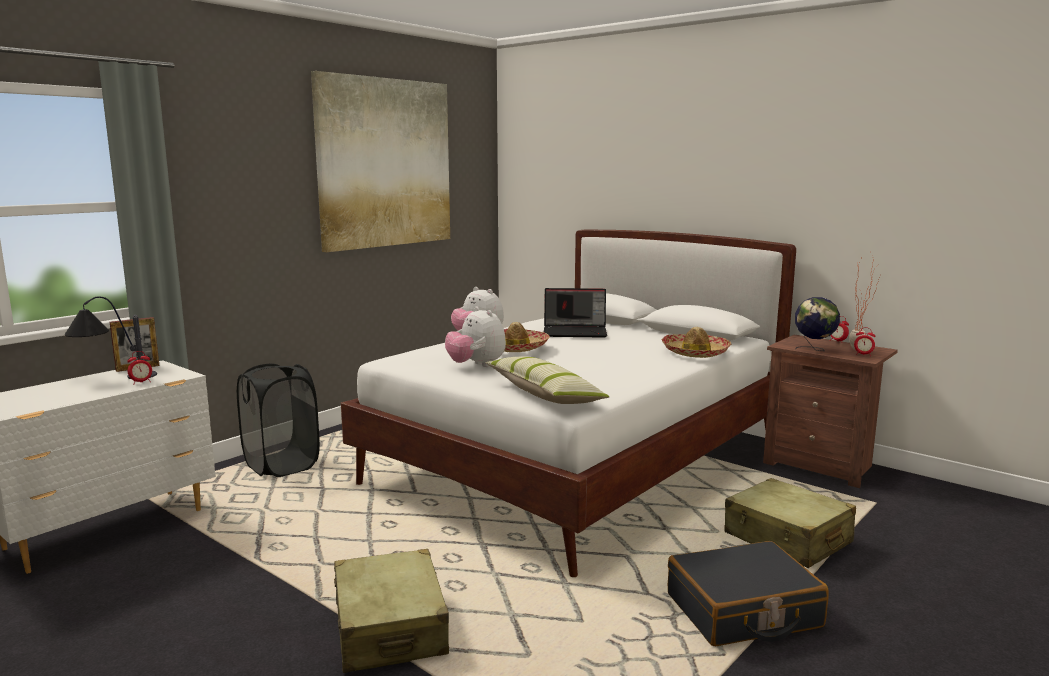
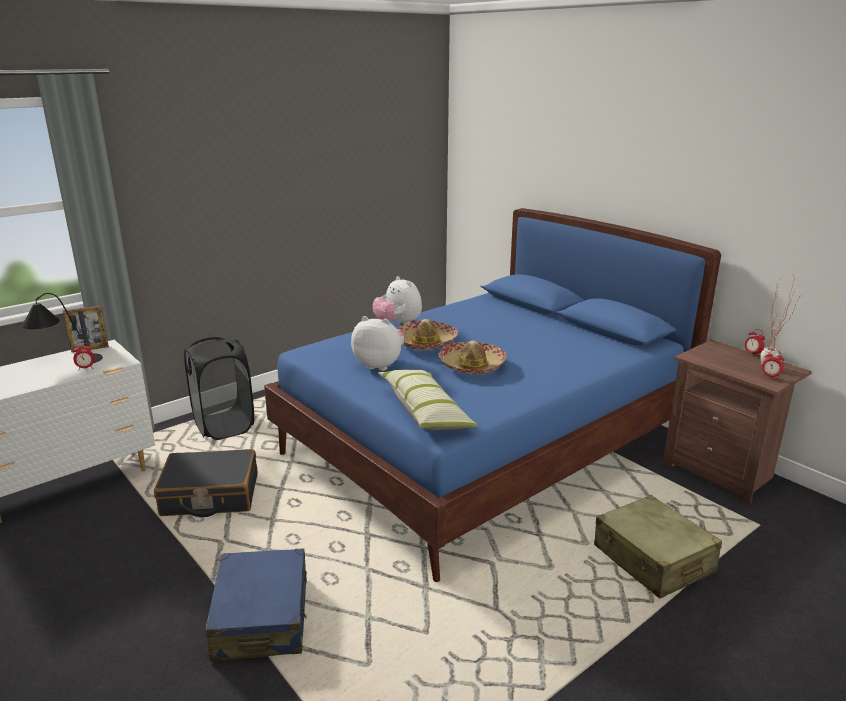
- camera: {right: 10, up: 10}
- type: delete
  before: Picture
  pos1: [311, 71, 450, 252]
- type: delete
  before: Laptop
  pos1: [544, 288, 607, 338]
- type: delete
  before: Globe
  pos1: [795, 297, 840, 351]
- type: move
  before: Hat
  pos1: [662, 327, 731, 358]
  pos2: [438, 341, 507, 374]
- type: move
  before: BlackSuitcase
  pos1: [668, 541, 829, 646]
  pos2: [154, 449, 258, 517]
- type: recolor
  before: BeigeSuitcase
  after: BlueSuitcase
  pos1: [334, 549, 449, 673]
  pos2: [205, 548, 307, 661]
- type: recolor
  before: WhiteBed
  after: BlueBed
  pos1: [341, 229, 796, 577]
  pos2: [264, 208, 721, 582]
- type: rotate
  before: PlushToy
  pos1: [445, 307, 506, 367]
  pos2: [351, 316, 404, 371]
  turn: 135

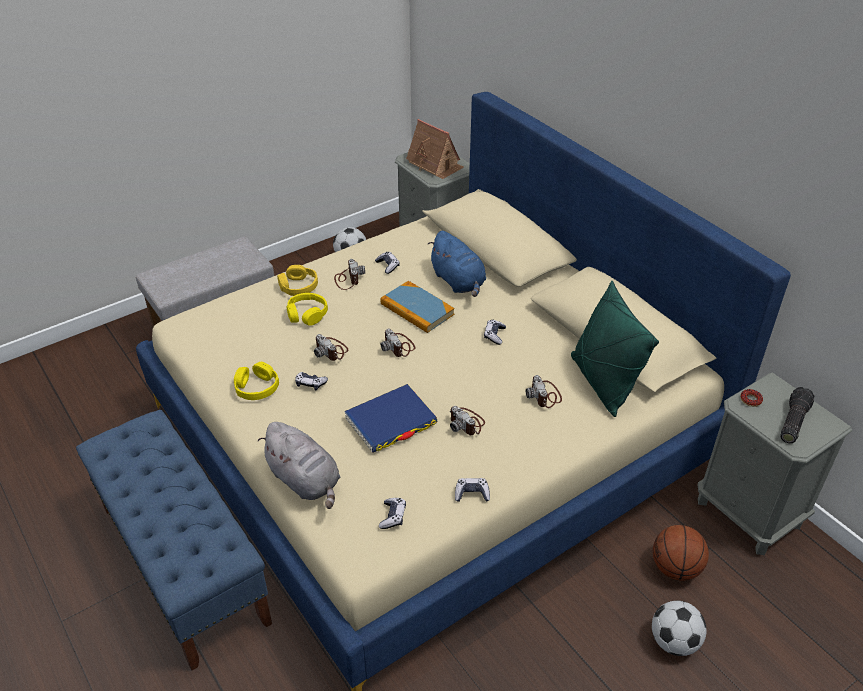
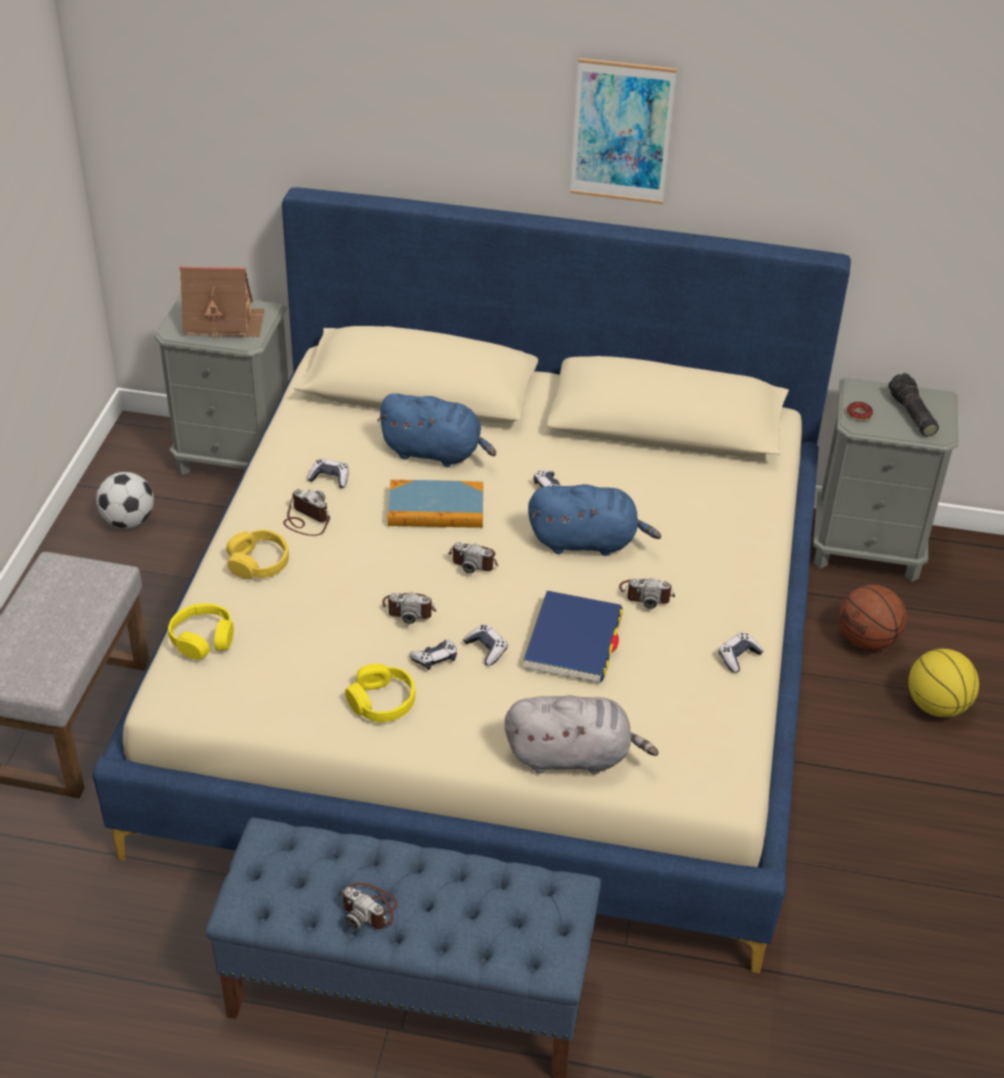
- camera: {right: -45, up: 0}
- type: delete
  before: GreenPillow
  pos1: [571, 281, 659, 417]
- type: insert
  after: BluePlushToy
  pos2: [528, 484, 661, 556]
- type: insert
  after: Picture
  pos2: [570, 58, 677, 204]
- type: move
  before: YellowHeadphones
  pos1: [286, 293, 328, 326]
  pos2: [168, 603, 234, 660]
- type: move
  before: GameController
  pos1: [379, 498, 406, 529]
  pos2: [463, 624, 508, 666]
- type: move
  before: PhotoCamera
  pos1: [526, 375, 562, 408]
  pos2: [340, 883, 398, 929]
- type: replace
  before: Football
  after: Basketball
  pos1: [652, 601, 707, 656]
  pos2: [908, 649, 979, 717]

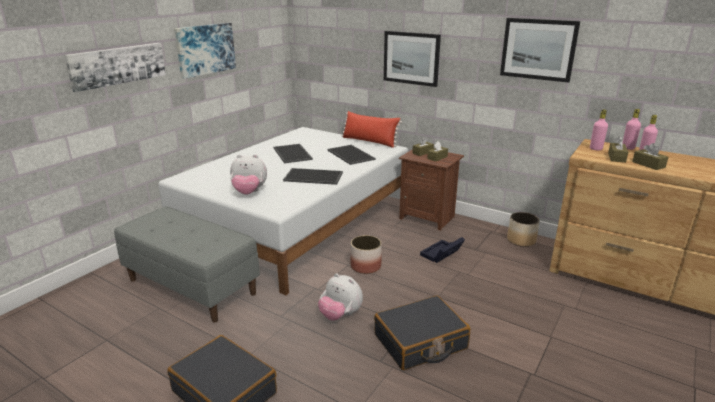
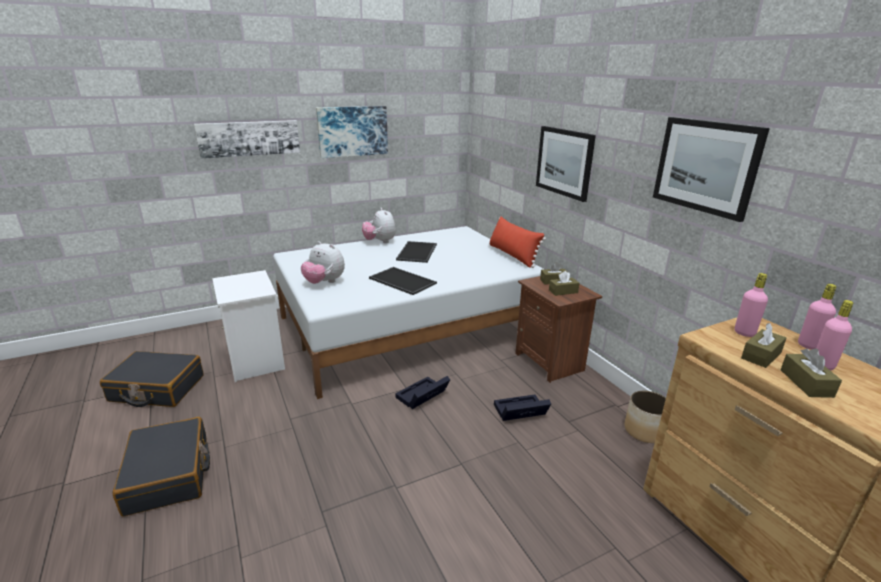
- camera: {right: 30, up: 0}
- type: delete
  before: Tray
  pos1: [327, 145, 375, 165]
- type: move
  before: PlushToy
  pos1: [318, 273, 363, 321]
  pos2: [362, 208, 396, 243]
- type: move
  before: BlackSuitcase
  pos1: [374, 296, 470, 370]
  pos2: [100, 351, 204, 407]
- type: replace
  before: GreyBench
  after: WhiteNightstand
  pos1: [114, 206, 260, 323]
  pos2: [212, 270, 285, 382]
- type: replace
  before: Planter
  after: BlackStorageBox
  pos1: [351, 235, 382, 274]
  pos2: [395, 376, 451, 409]

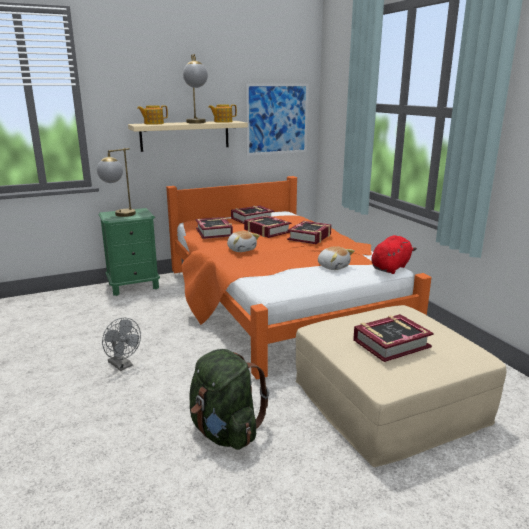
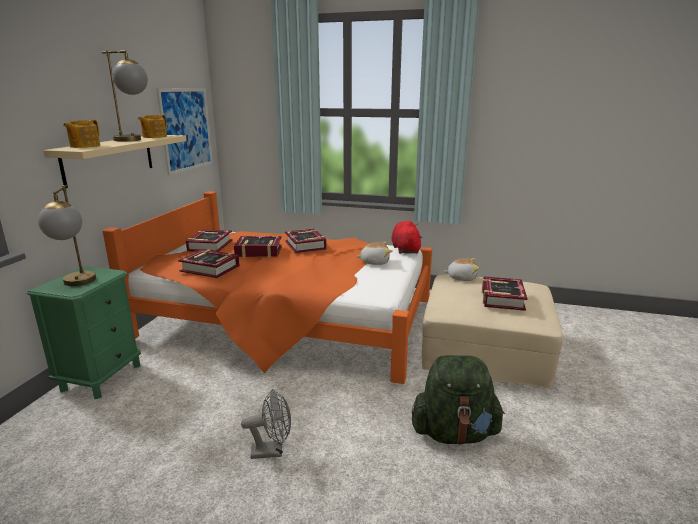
- camera: {right: -50, up: 0}
- type: move
  before: PlushToy
  pos1: [227, 231, 260, 252]
  pos2: [444, 258, 479, 281]

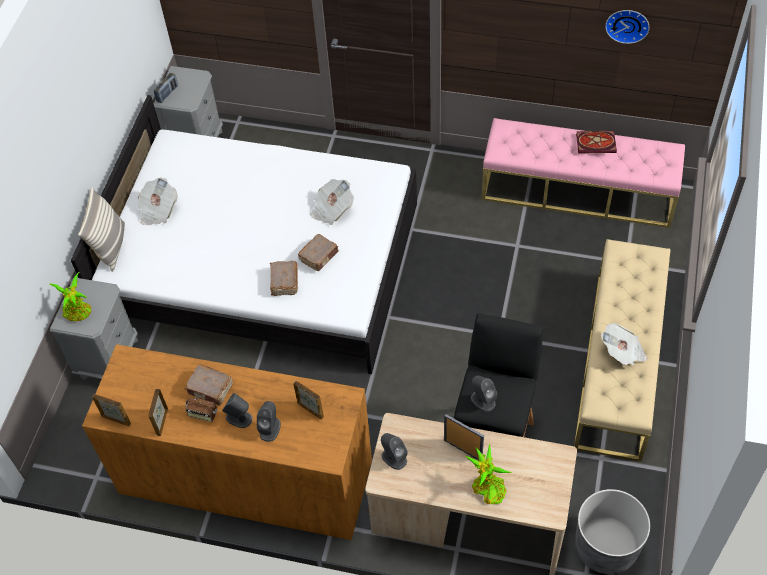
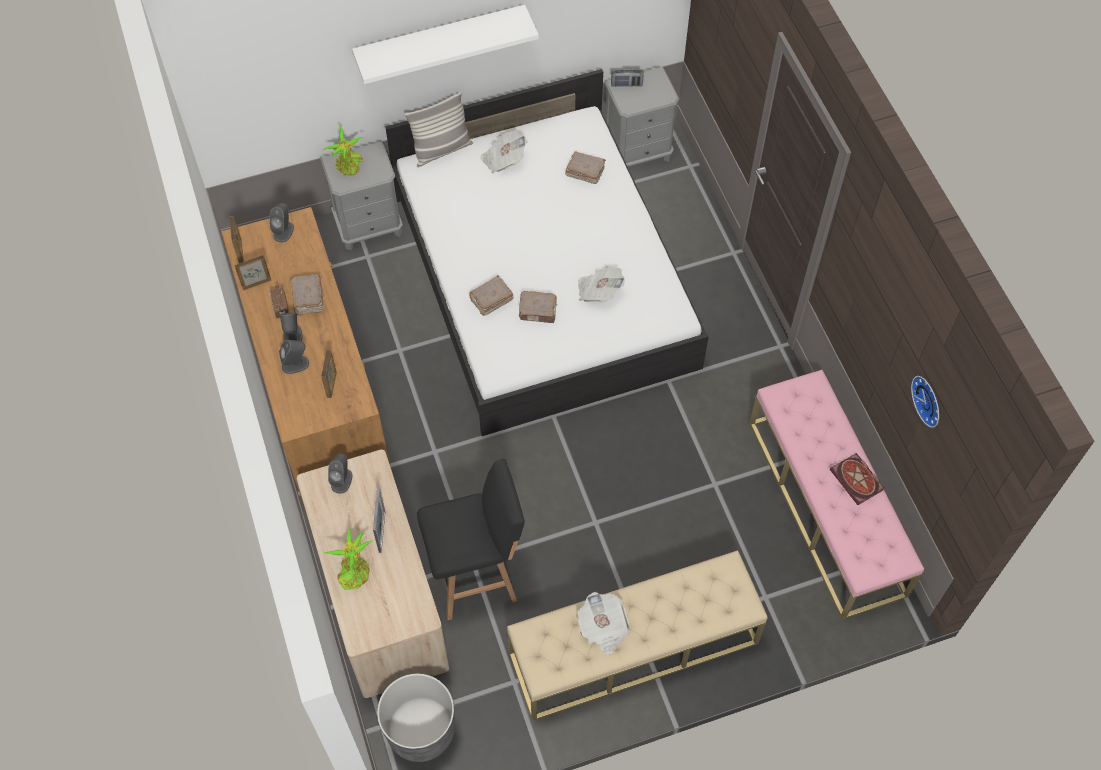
- camera: {right: 55, up: 5}
- type: insert
  after: WhiteShelf
  pos2: [352, 5, 539, 84]
- type: insert
  after: BrownBook
  pos2: [565, 151, 606, 184]
- type: move
  before: GreySpeaker
  pos1: [471, 375, 497, 412]
  pos2: [270, 203, 294, 242]

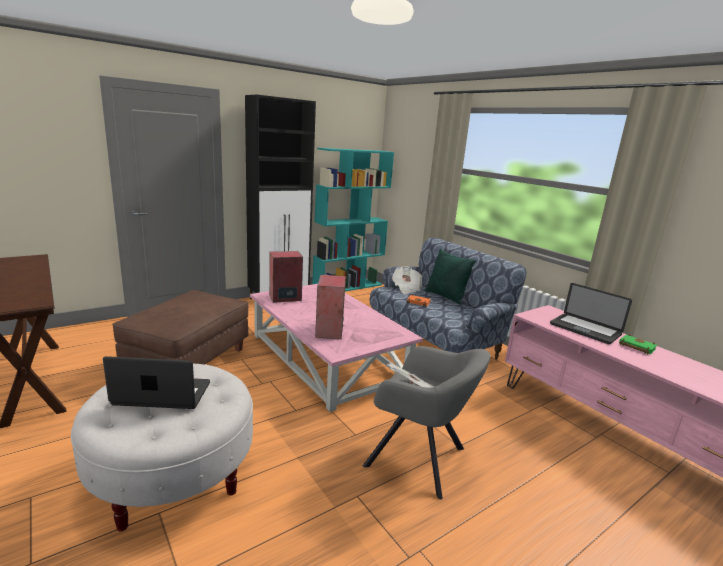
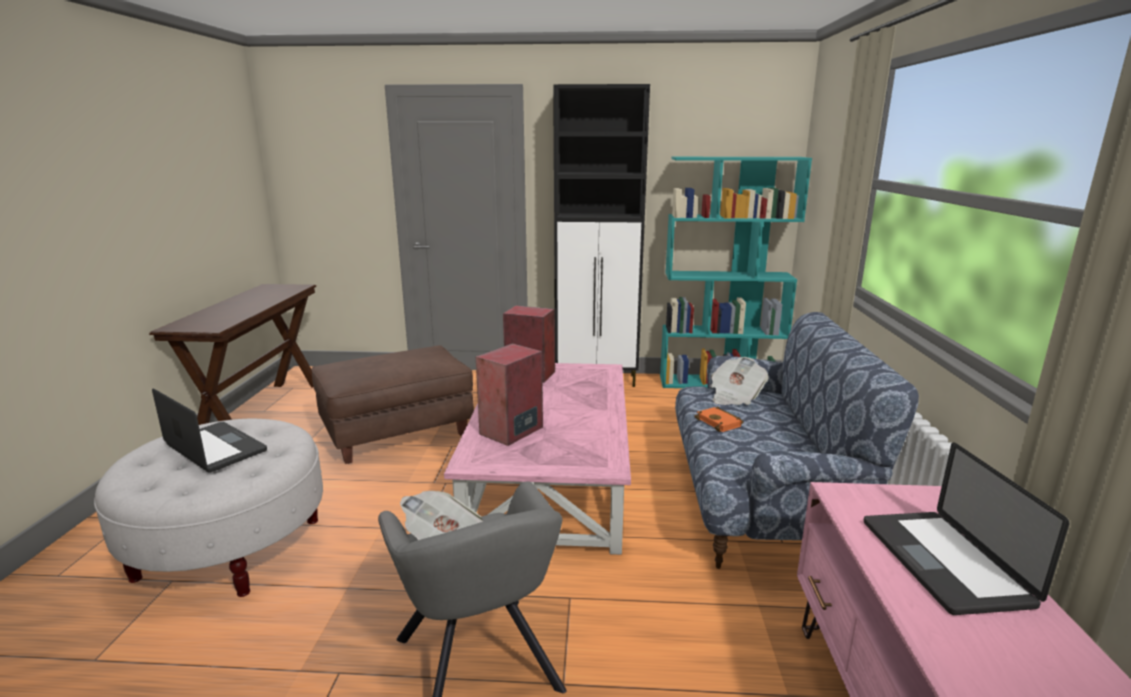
- camera: {right: 40, up: 0}
- type: delete
  before: GreenPillow
  pos1: [425, 249, 476, 304]
- type: delete
  before: GreenBook
  pos1: [619, 335, 657, 354]

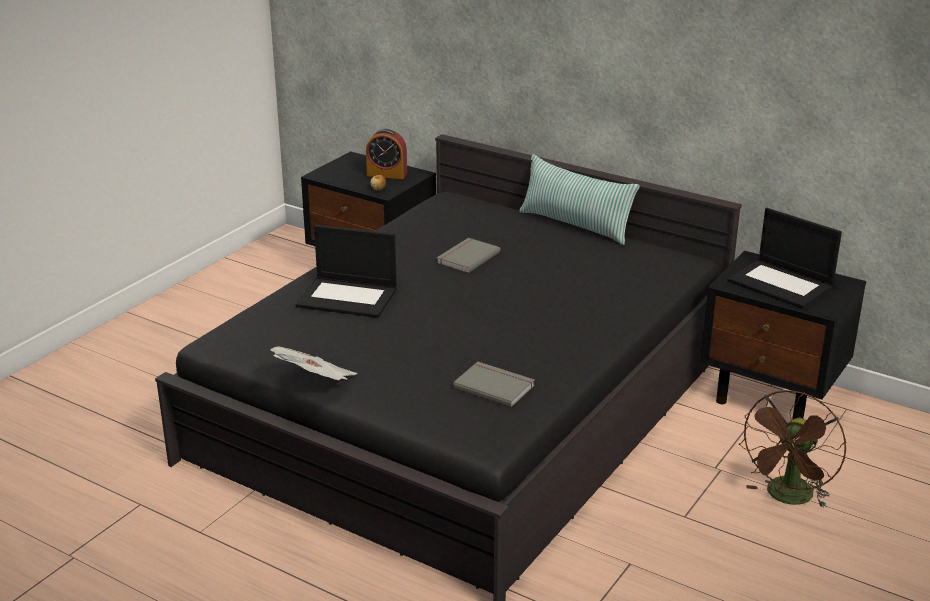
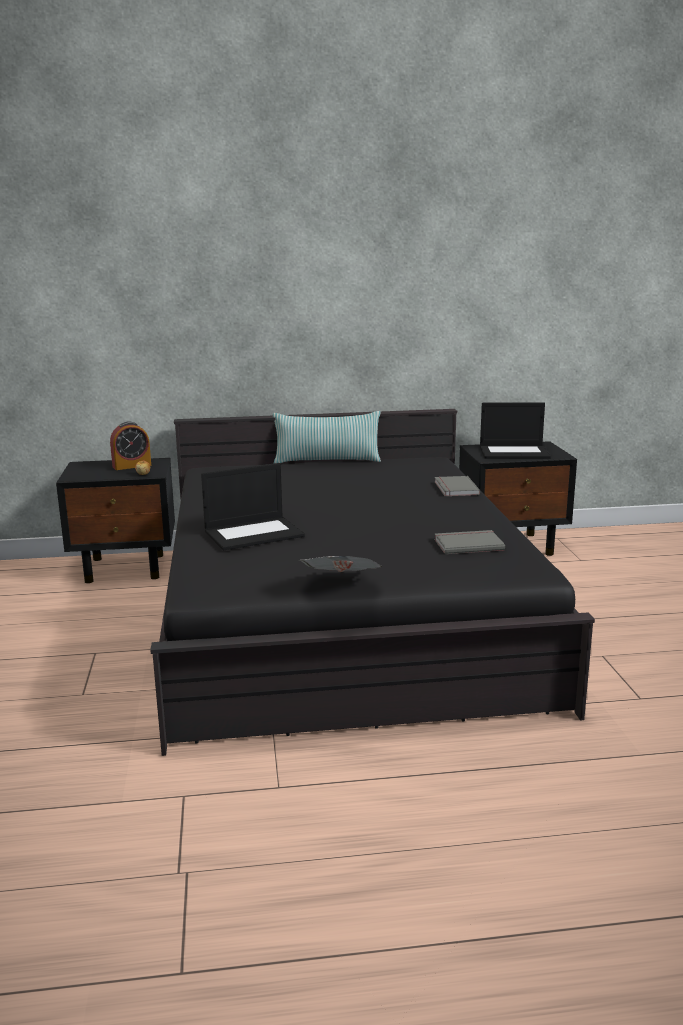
- camera: {right: -40, up: -10}
- type: delete
  before: BrownFan
  pos1: [739, 390, 847, 508]
- type: move
  before: GreyBook
  pos1: [437, 238, 500, 273]
  pos2: [435, 476, 480, 497]

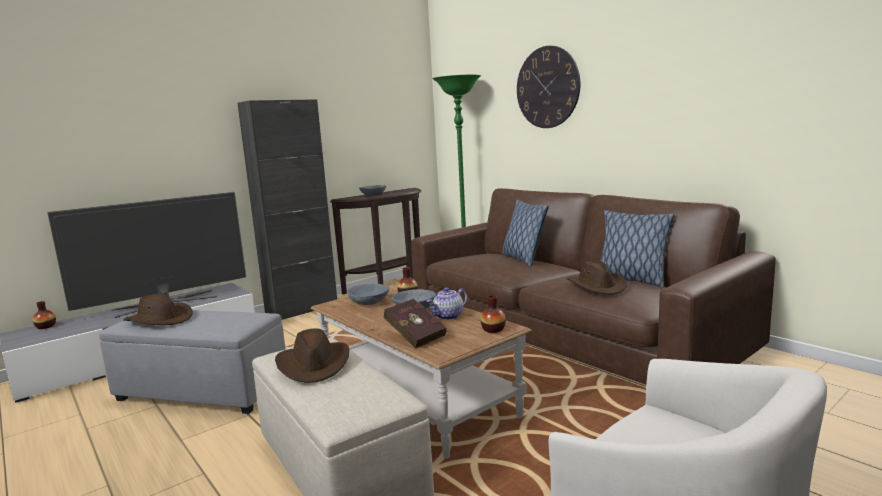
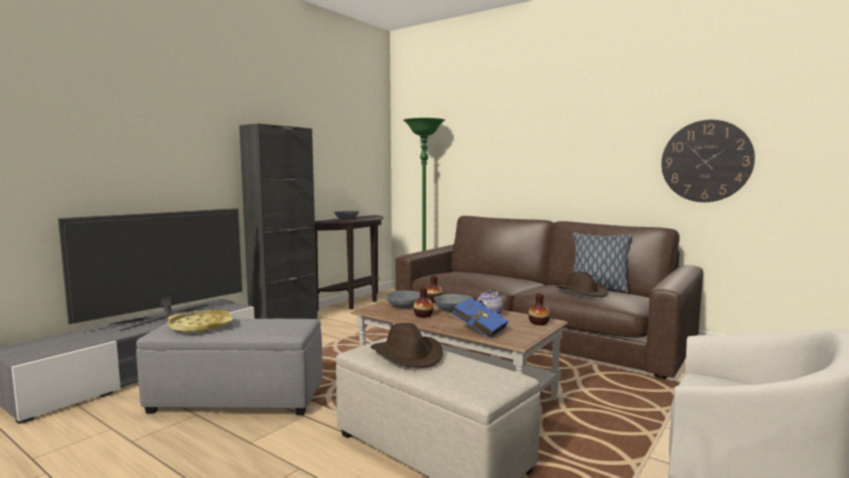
- camera: {right: -15, up: -5}
- type: delete
  before: Pillow
  pos1: [502, 200, 549, 266]
- type: move
  before: Vase
  pos1: [33, 301, 56, 329]
  pos2: [413, 288, 434, 318]
- type: move
  before: WallClock
  pos1: [517, 46, 580, 128]
  pos2: [661, 120, 755, 202]
- type: replace
  before: BrownHat
  after: YellowTray
  pos1: [123, 293, 193, 325]
  pos2: [168, 310, 233, 333]
- type: recolor
  before: RedBook
  after: BlueBook
  pos1: [384, 299, 446, 349]
  pos2: [452, 298, 508, 338]

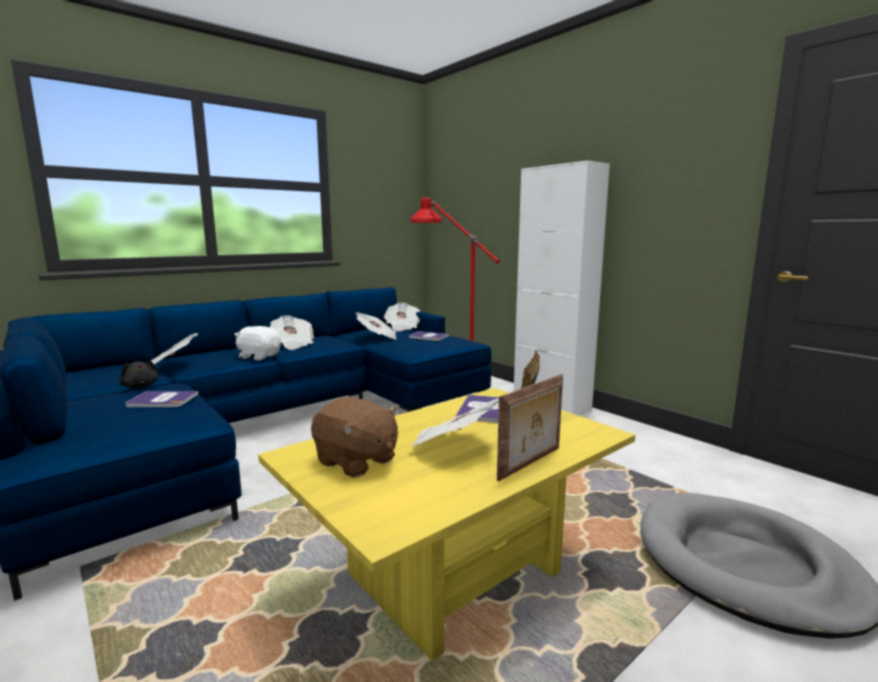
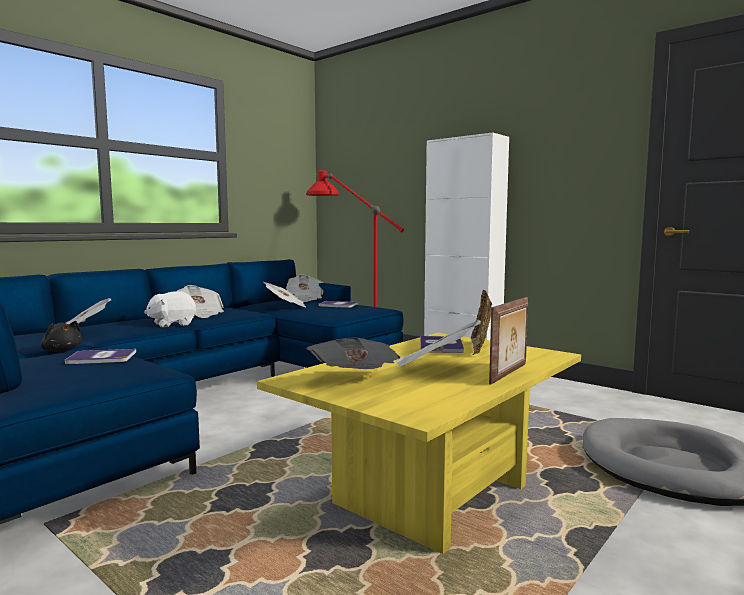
- camera: {right: -10, up: -5}
- type: replace
  before: BrownPlushToy
  after: Newspaper
  pos1: [311, 397, 398, 477]
  pos2: [307, 338, 400, 369]
- type: rotate
  before: WhitePlushToy
  pos1: [234, 326, 281, 361]
  pos2: [144, 291, 196, 328]
  turn: -45

